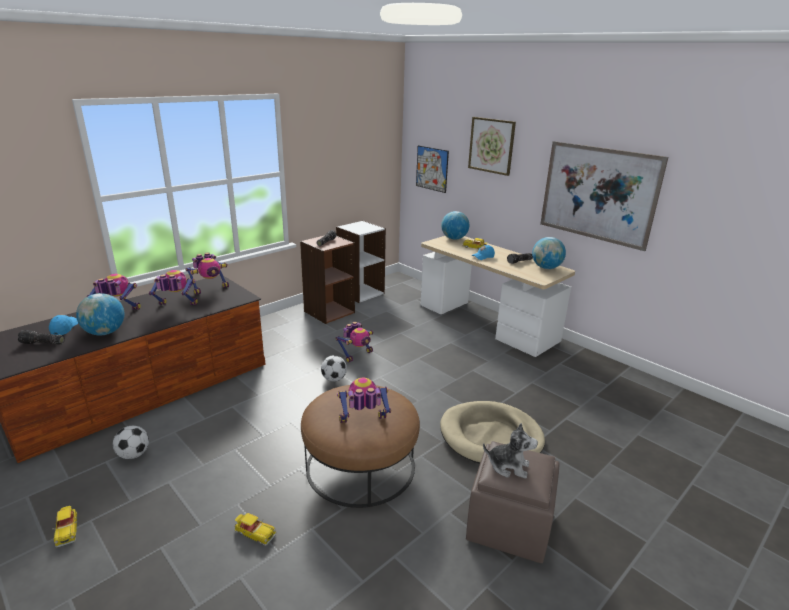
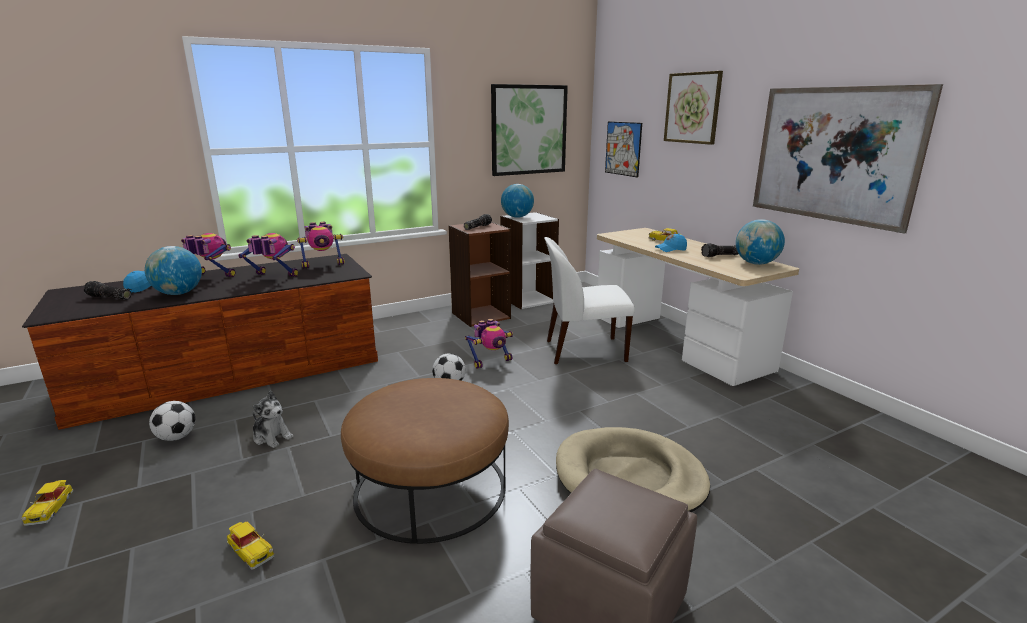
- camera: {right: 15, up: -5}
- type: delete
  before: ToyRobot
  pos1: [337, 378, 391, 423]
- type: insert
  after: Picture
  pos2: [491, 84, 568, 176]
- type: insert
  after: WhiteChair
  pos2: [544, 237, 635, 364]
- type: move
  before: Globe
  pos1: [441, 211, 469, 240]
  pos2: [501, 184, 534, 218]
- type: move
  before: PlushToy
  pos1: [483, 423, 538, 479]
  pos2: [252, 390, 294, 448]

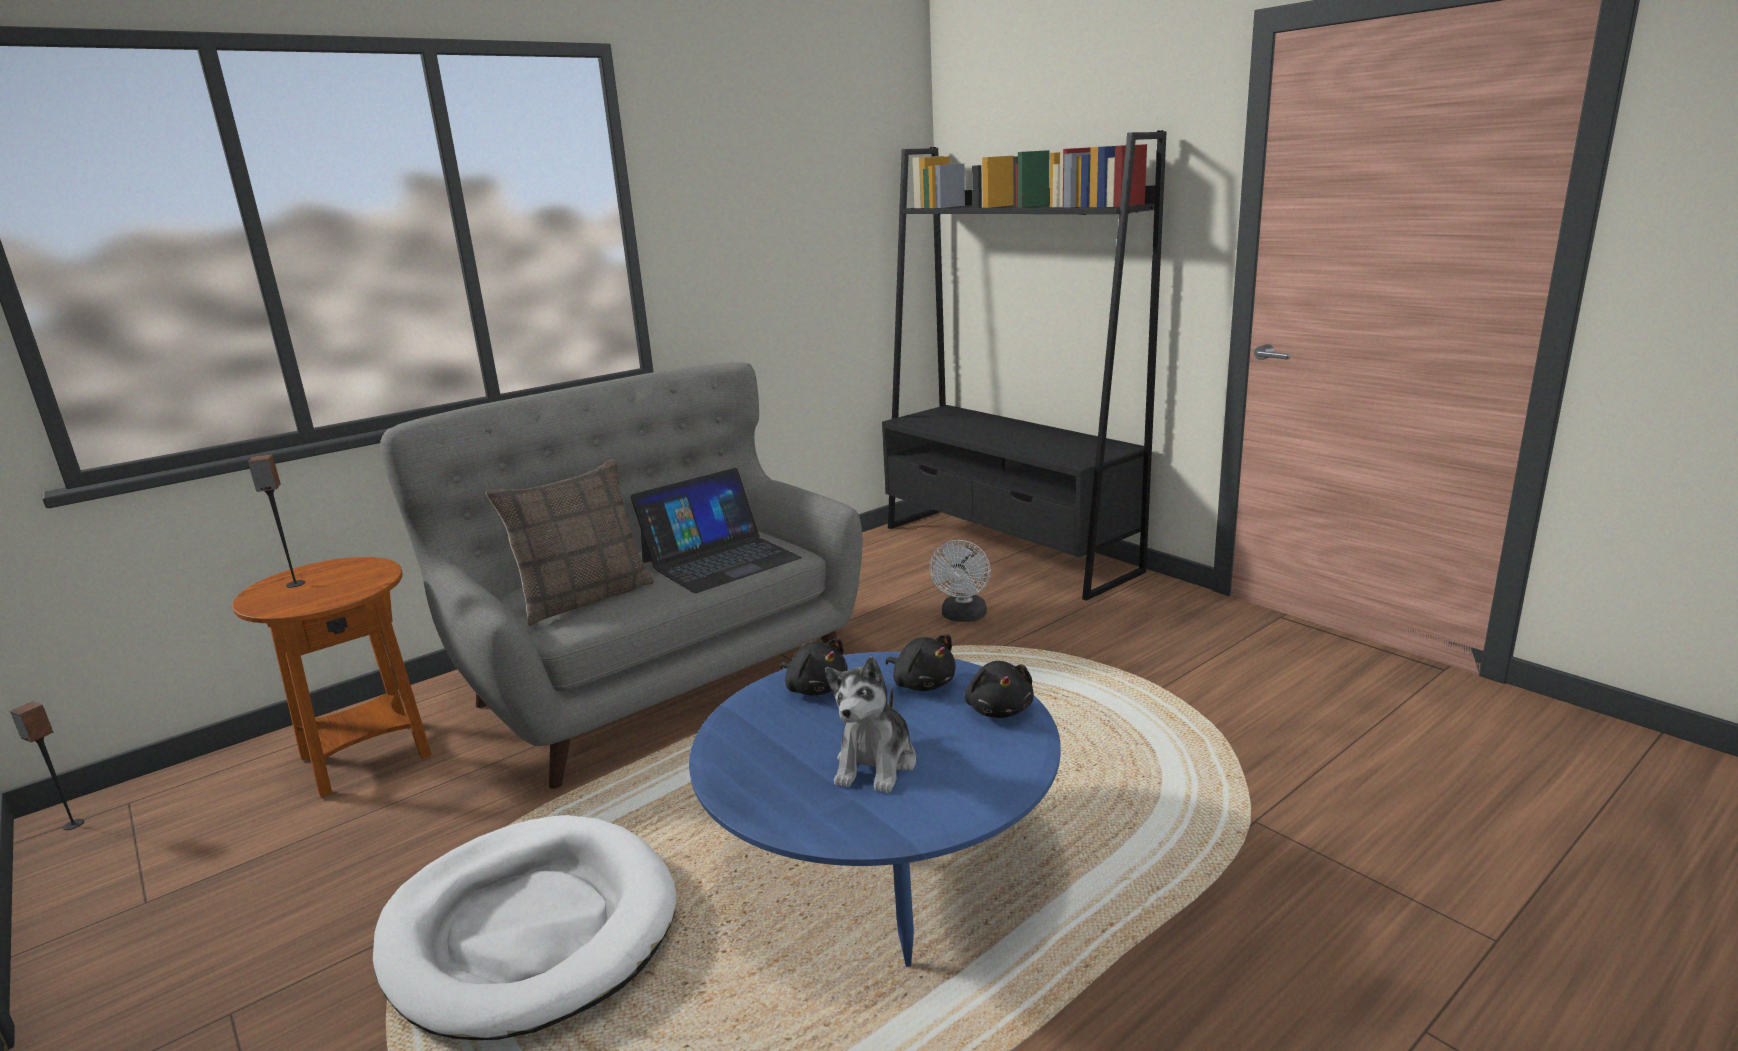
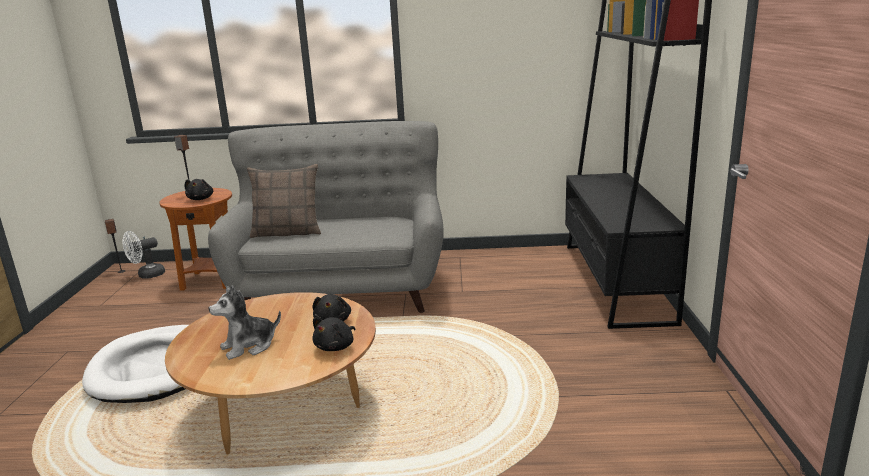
- camera: {right: 40, up: 0}
- type: delete
  before: Laptop
  pos1: [630, 468, 802, 593]
- type: move
  before: BlackPlushToy
  pos1: [780, 638, 848, 696]
  pos2: [185, 179, 213, 200]
- type: move
  before: WhiteFan
  pos1: [929, 540, 990, 622]
  pos2: [122, 231, 165, 279]
- type: recolor
  before: BlueCoffeeTable
  after: BrownCoffeeTable
  pos1: [689, 652, 1061, 967]
  pos2: [165, 292, 376, 454]

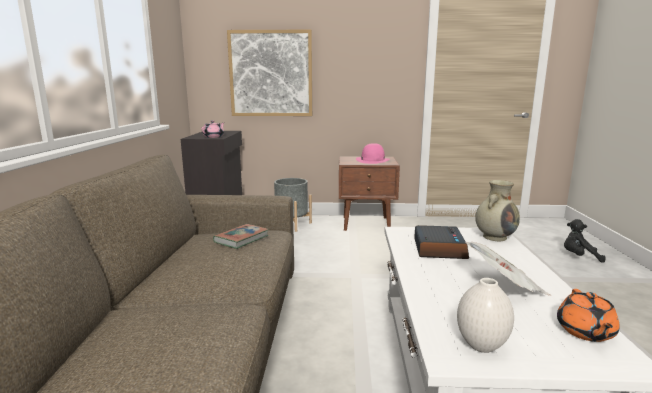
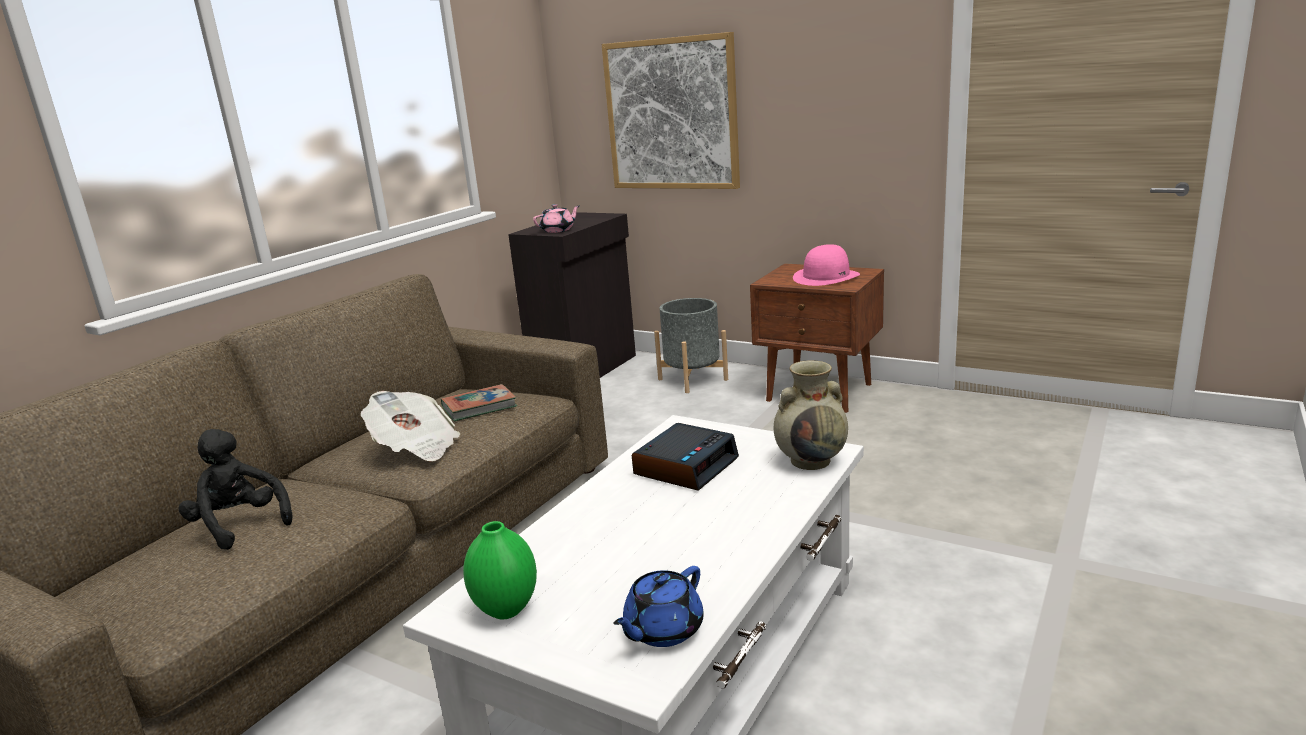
- camera: {right: 30, up: 5}
- type: move
  before: Newspaper
  pos1: [465, 242, 551, 296]
  pos2: [361, 391, 460, 461]
- type: move
  before: BlackPlushToy
  pos1: [564, 219, 605, 263]
  pos2: [179, 429, 292, 550]
- type: recolor
  before: WhiteVase
  after: GreenVase
  pos1: [457, 278, 514, 353]
  pos2: [463, 521, 537, 619]
- type: recolor
  before: OrangeTeapot
  after: BlueTeapot
  pos1: [557, 289, 620, 342]
  pos2: [614, 566, 704, 647]

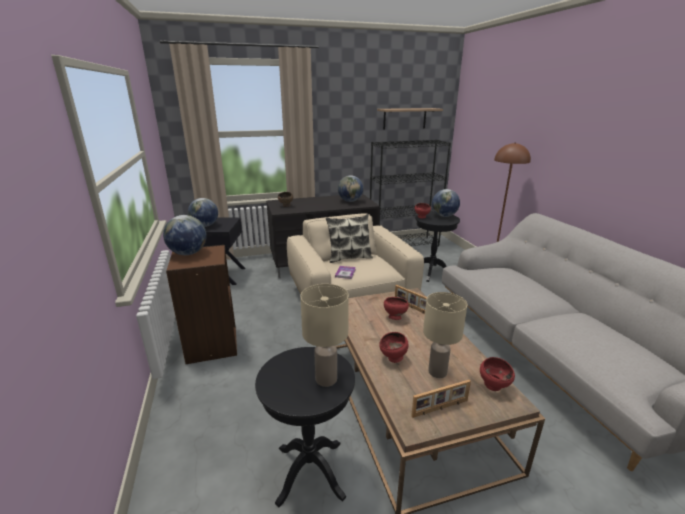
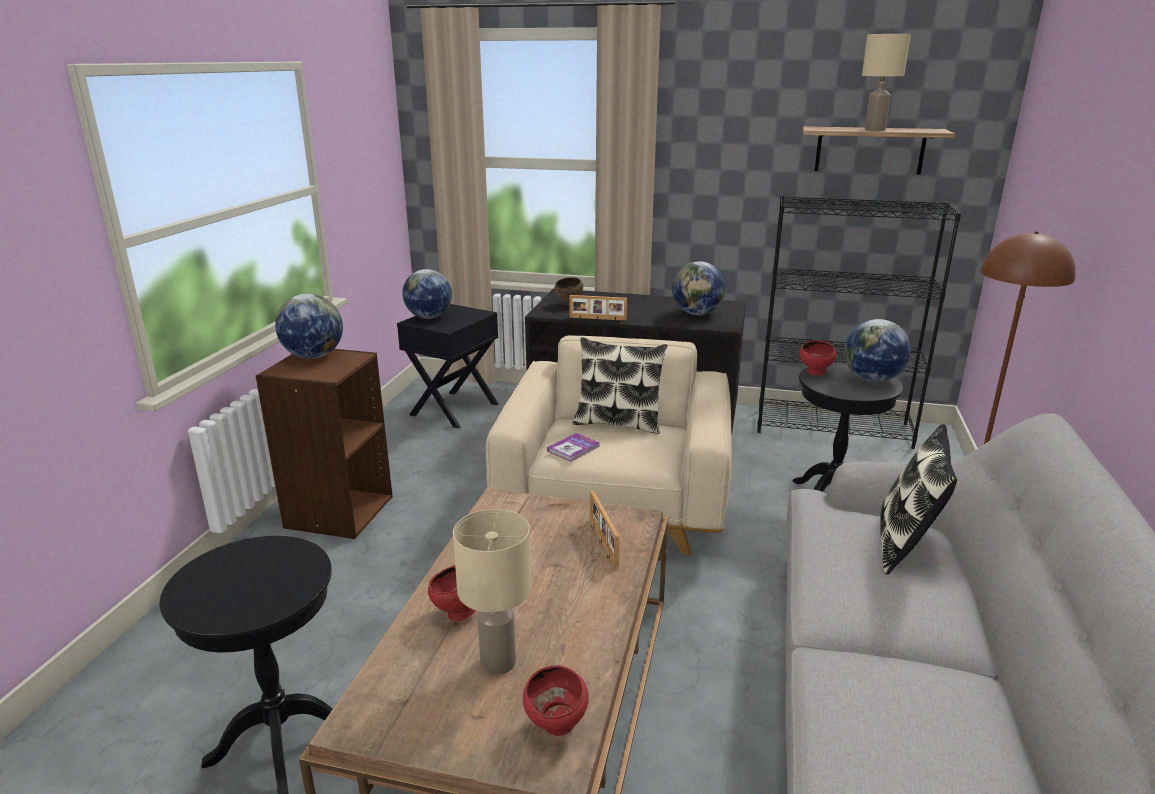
- camera: {right: 30, up: 0}
- type: delete
  before: RedBowl
  pos1: [384, 297, 409, 320]
- type: insert
  after: Pillow
  pos2: [880, 424, 957, 574]
- type: move
  before: BeigeTableLamp
  pos1: [300, 284, 349, 387]
  pos2: [862, 34, 911, 131]
- type: move
  before: PictureFrame
  pos1: [411, 380, 471, 418]
  pos2: [570, 295, 627, 321]

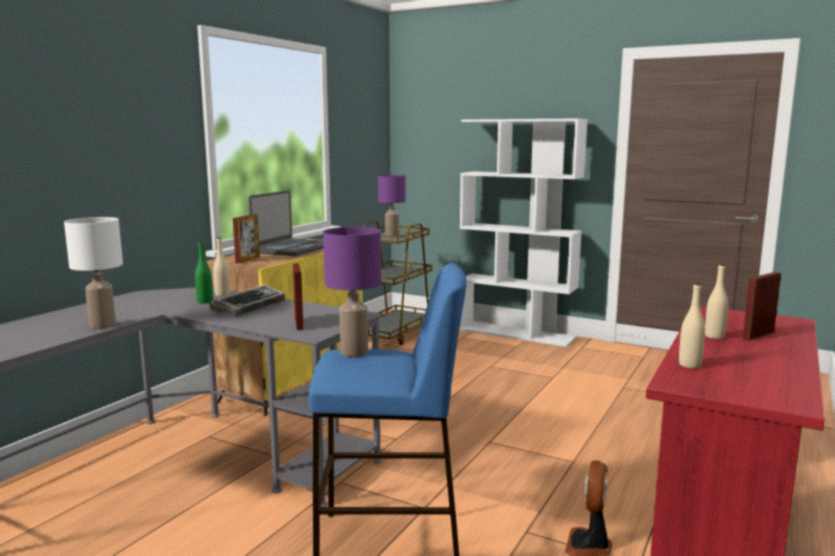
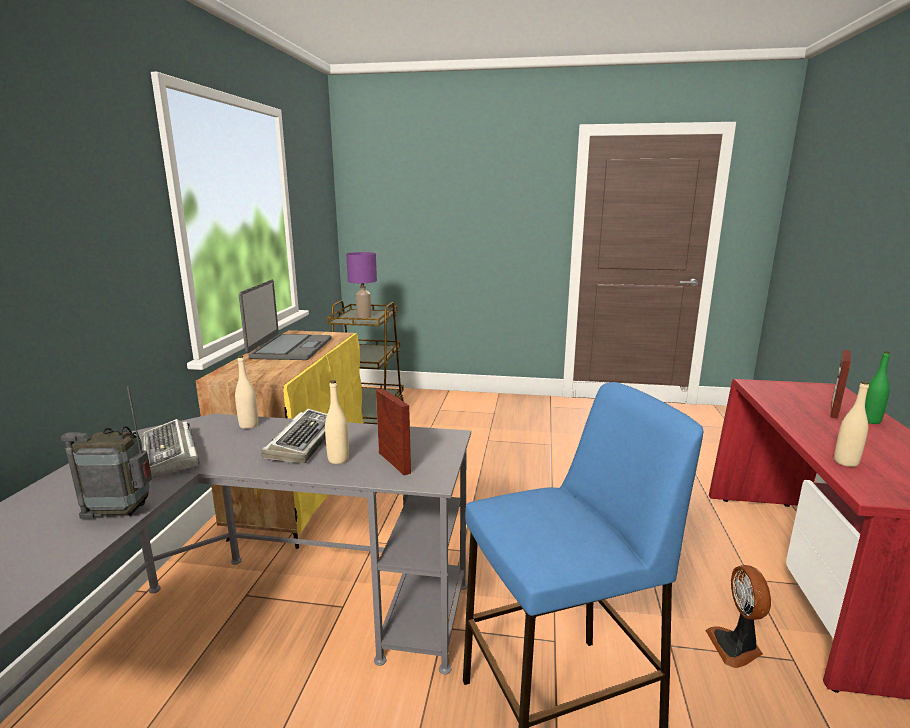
- camera: {right: -20, up: 5}
- type: delete
  before: PictureFrame
  pos1: [233, 214, 260, 263]
- type: delete
  before: PurpleTableLamp
  pos1: [323, 227, 381, 357]
- type: delete
  before: WhiteBookcase
  pos1: [459, 119, 588, 347]
- type: insert
  after: Keyboard
  pos2: [142, 419, 200, 479]
- type: move
  before: GreenBottle
  pos1: [195, 242, 213, 304]
  pos2: [865, 351, 890, 424]
- type: move
  before: BeigeBottle
  pos1: [705, 264, 728, 339]
  pos2: [325, 380, 349, 464]
- type: replace
  before: WhiteTableLamp
  after: Radio
  pos1: [64, 217, 123, 329]
  pos2: [61, 386, 152, 518]

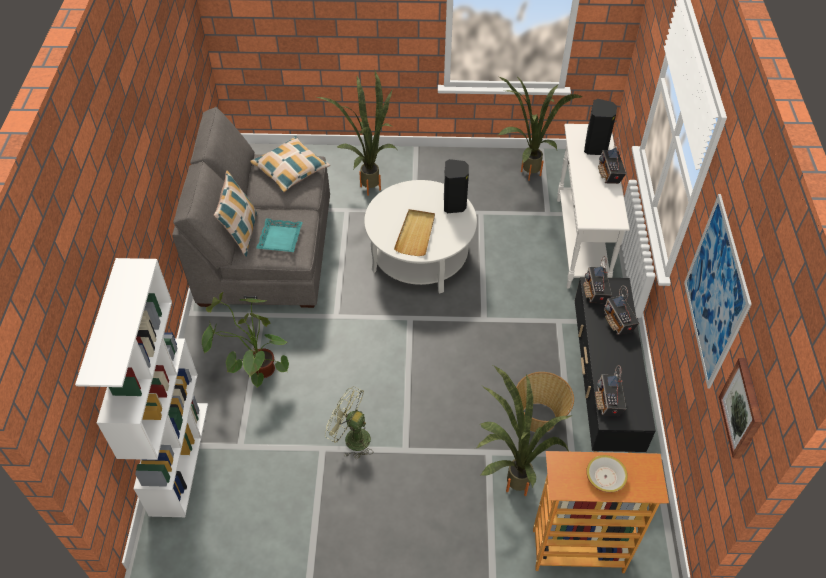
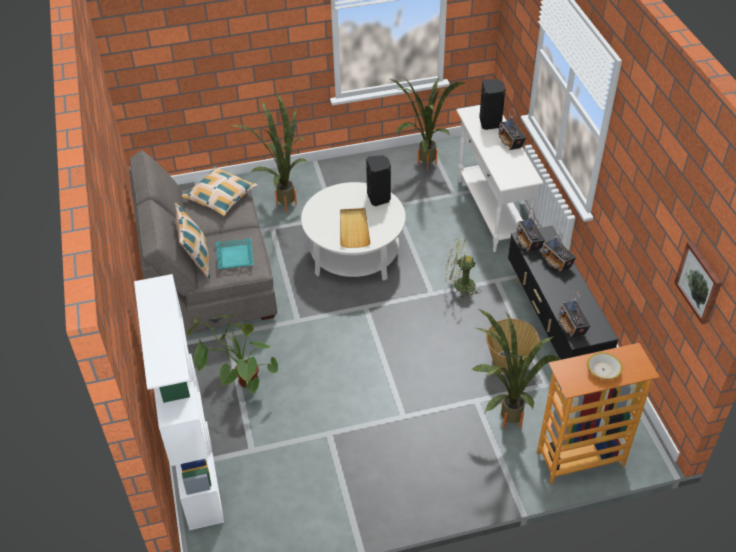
- camera: {right: -15, up: -5}
- type: delete
  before: Picture
  pos1: [684, 194, 752, 389]
- type: move
  before: GreenFan
  pos1: [325, 386, 373, 459]
  pos2: [445, 237, 479, 299]

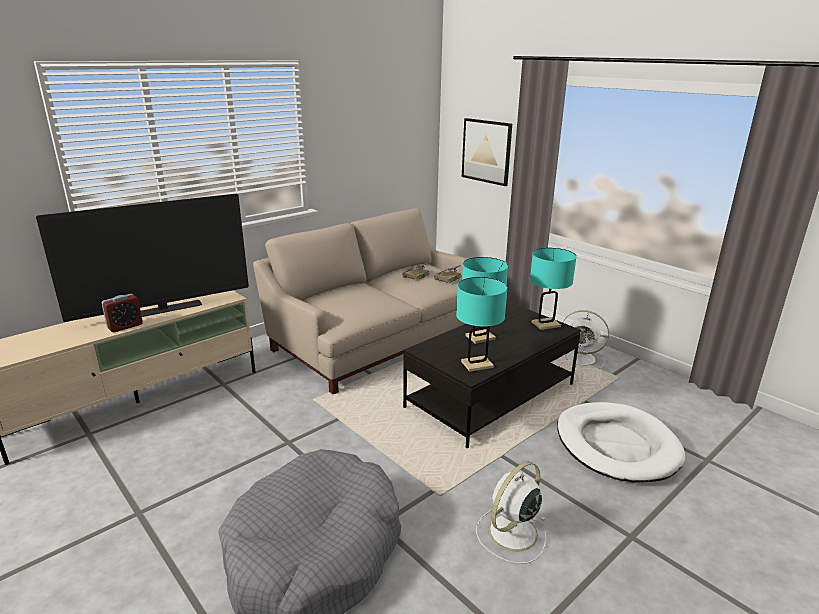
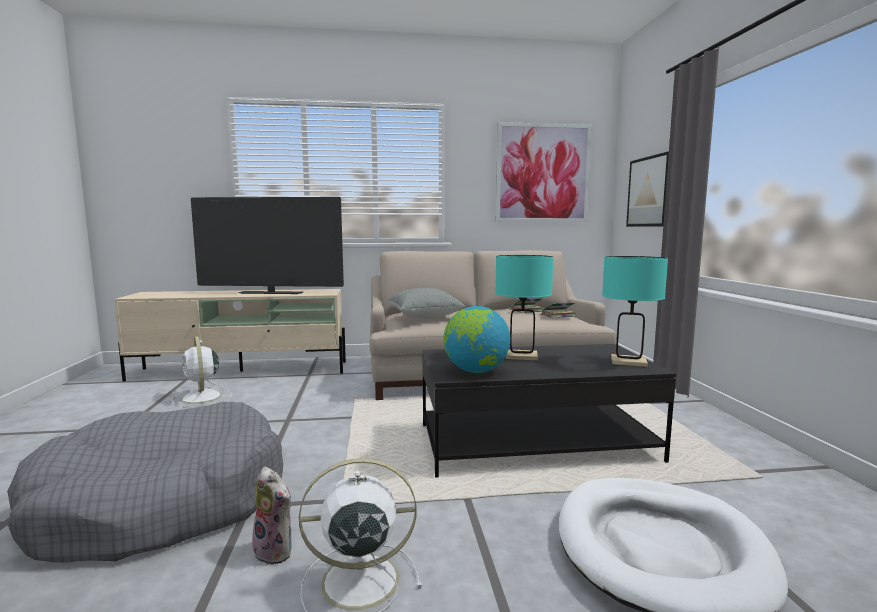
- camera: {right: 35, up: -15}
- type: delete
  before: AlarmClock
  pos1: [101, 294, 143, 332]
- type: insert
  after: PlushToy
  pos2: [252, 467, 291, 565]
- type: insert
  after: GreyPillow
  pos2: [387, 288, 466, 318]
- type: insert
  after: Picture
  pos2: [496, 122, 592, 222]
- type: move
  before: WhiteFan
  pos1: [559, 310, 609, 368]
  pos2: [172, 336, 232, 407]
- type: replace
  before: TurquoiseTableLamp
  after: Globe
  pos1: [456, 277, 508, 372]
  pos2: [443, 306, 510, 373]

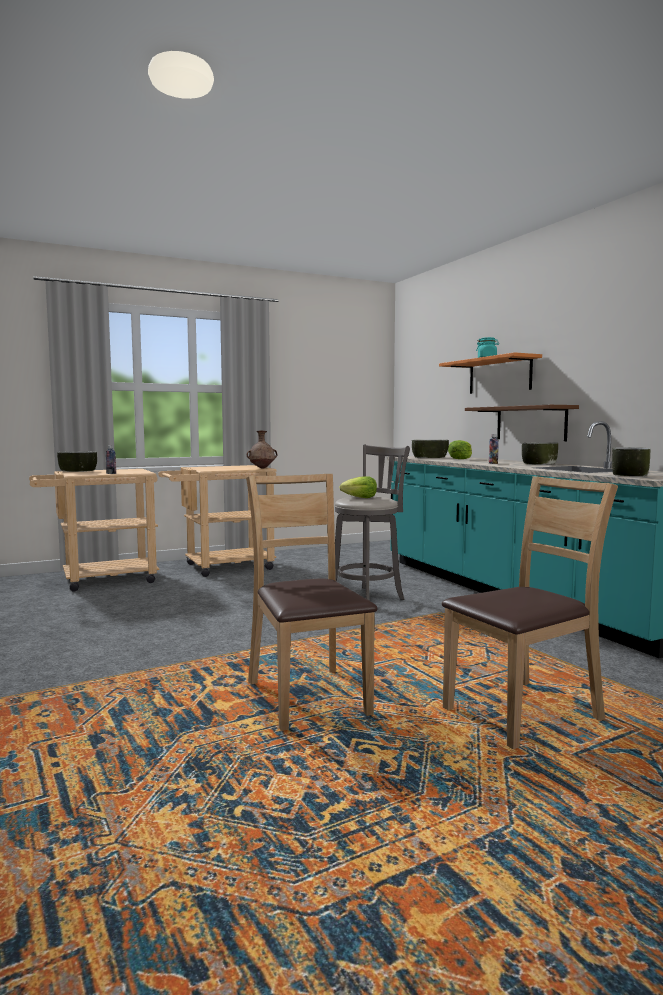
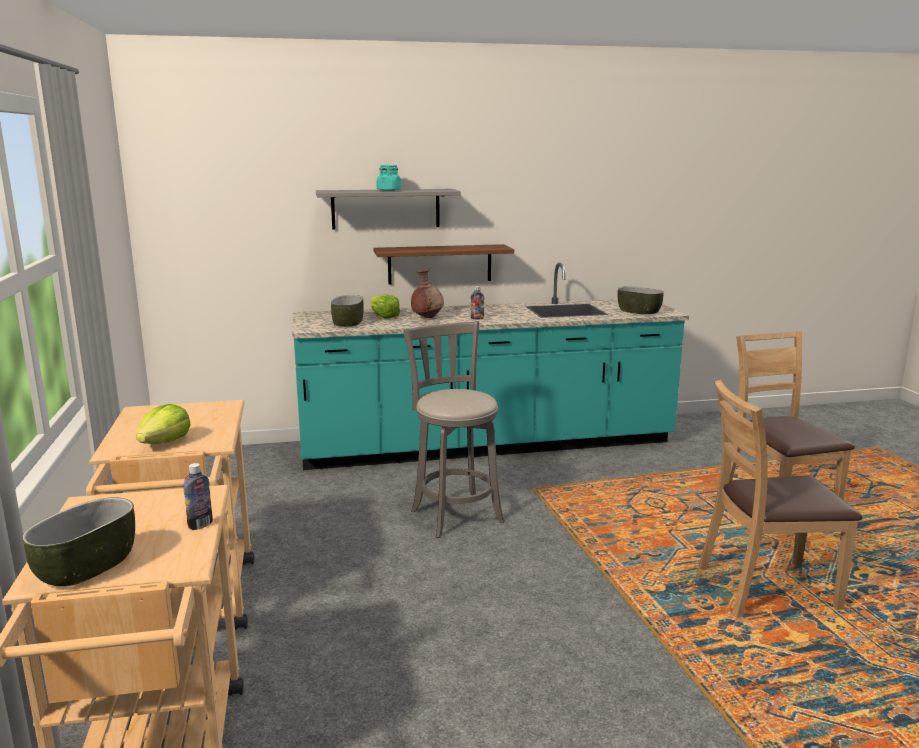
- camera: {right: -75, up: 10}
- type: delete
  before: Bowl
  pos1: [522, 442, 558, 465]
- type: move
  before: BrownVase
  pos1: [247, 431, 277, 469]
  pos2: [411, 269, 444, 318]
- type: move
  before: Lettuce
  pos1: [339, 476, 377, 498]
  pos2: [136, 404, 191, 444]
- type: recolor
  before: OrangeShelf
  after: GreyShelf
  pos1: [439, 352, 542, 394]
  pos2: [316, 189, 461, 229]

